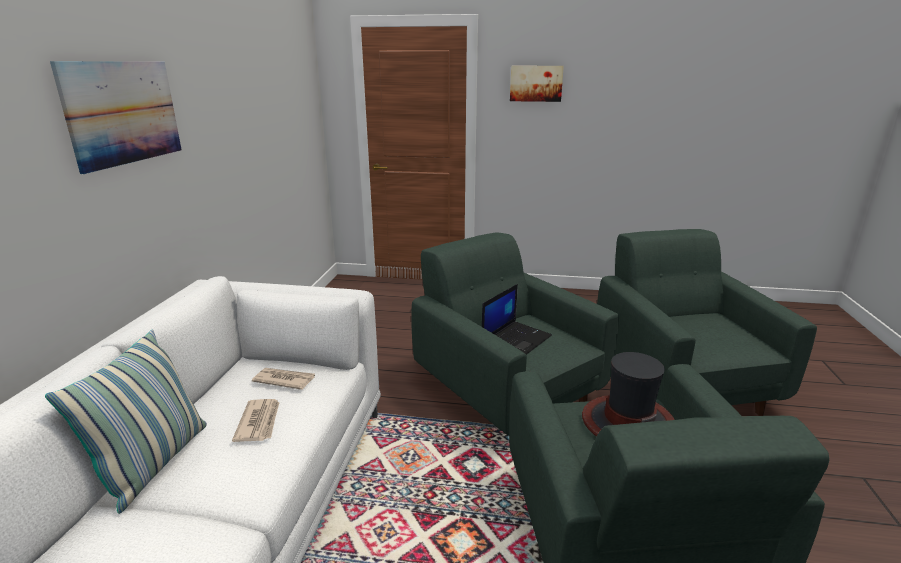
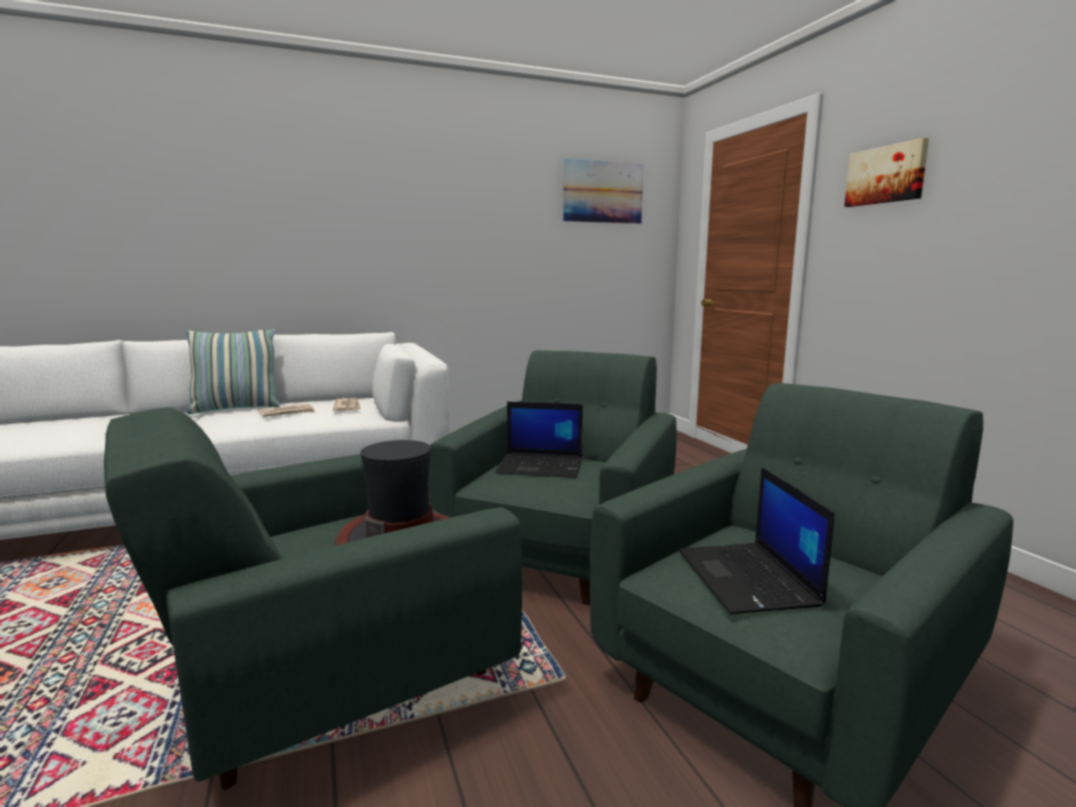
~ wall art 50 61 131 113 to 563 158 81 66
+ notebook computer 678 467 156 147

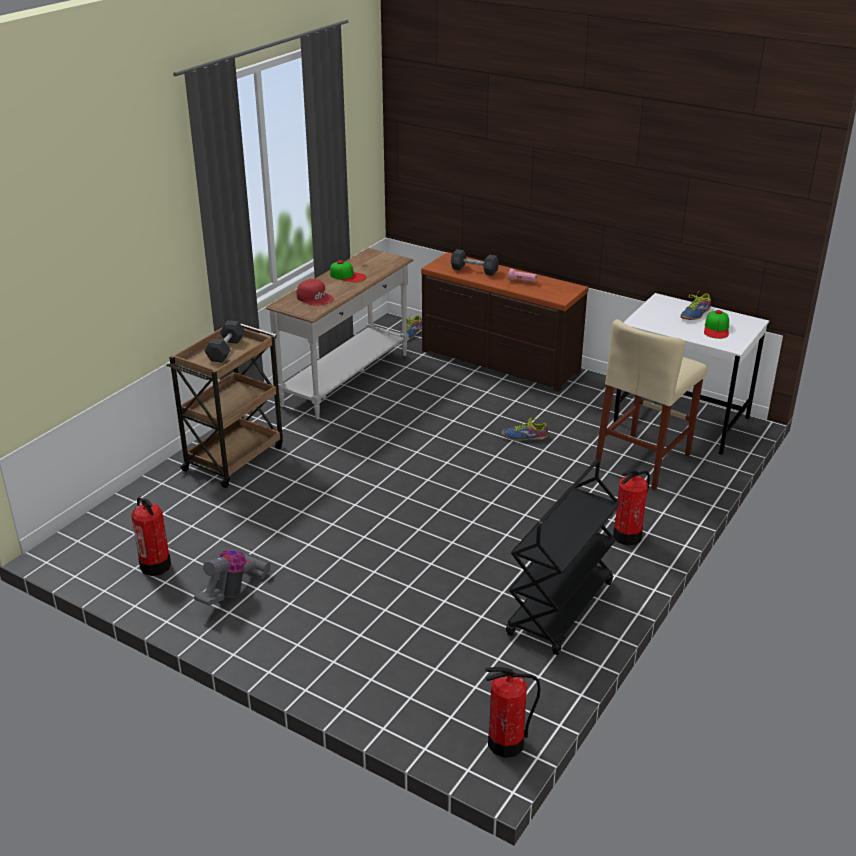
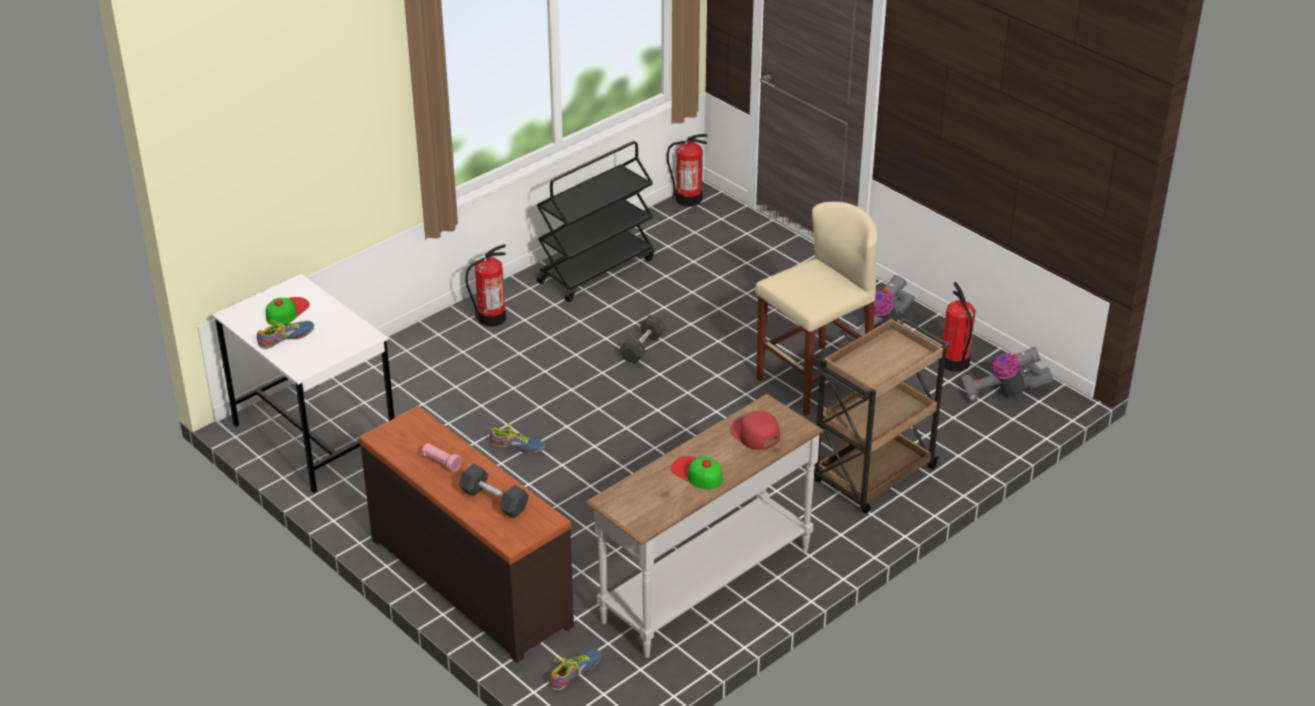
~ hand weight in grey 204 320 41 43 to 619 315 47 49
~ stool in beige-coloured 594 319 113 171 to 755 202 123 214
+ vacuum 961 347 93 54

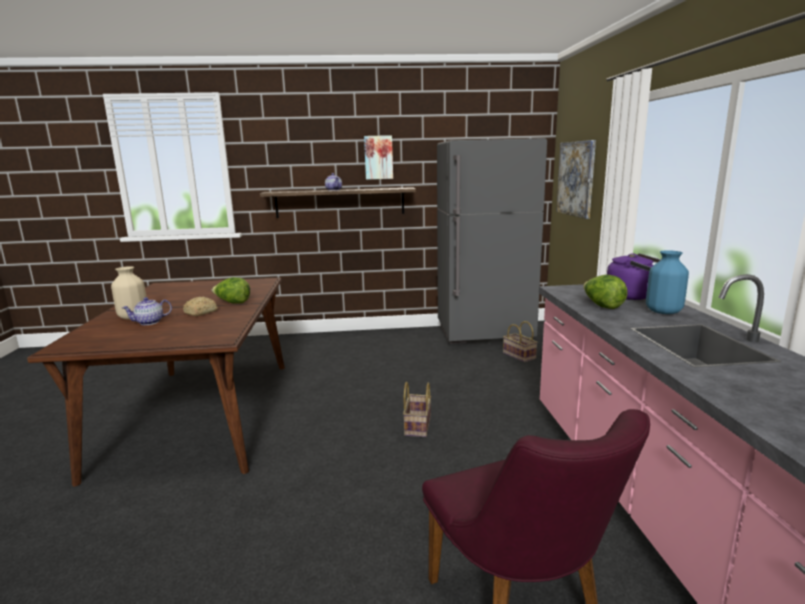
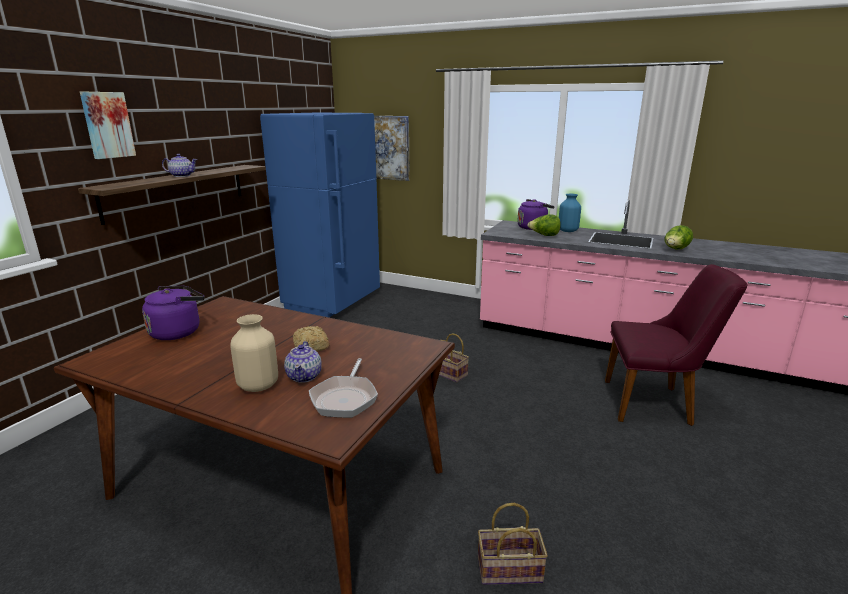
~ wall art 364 135 29 45 to 80 92 56 67
+ water kettle in purple 142 286 63 54
~ fridge in grey 437 138 110 206 to fridge in blue 260 113 120 204
+ pan 309 358 69 60
~ basket 503 321 34 41 to 478 503 70 82
~ lettuce head 212 277 38 27 to 665 225 28 24

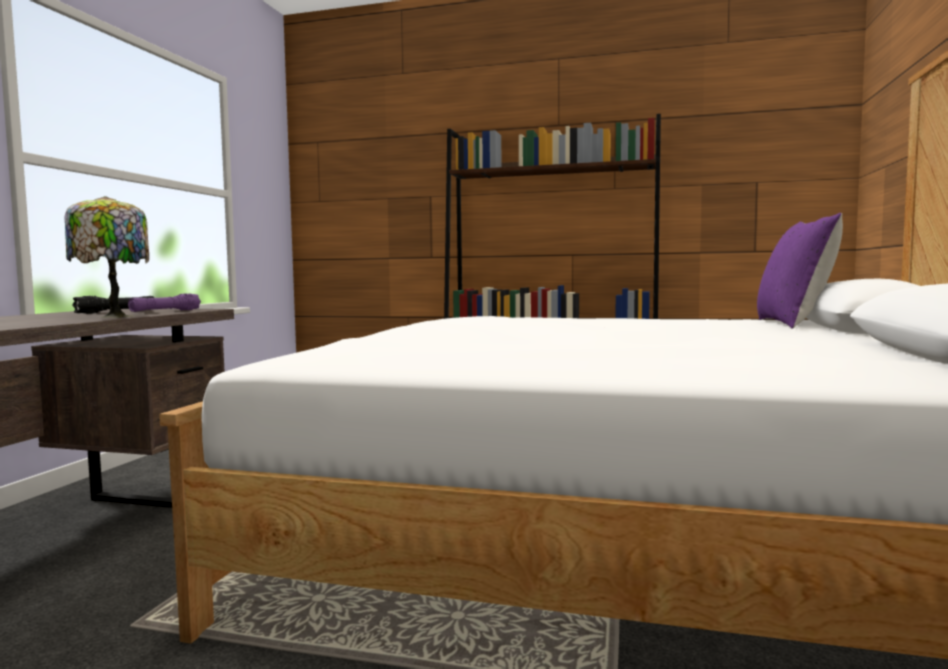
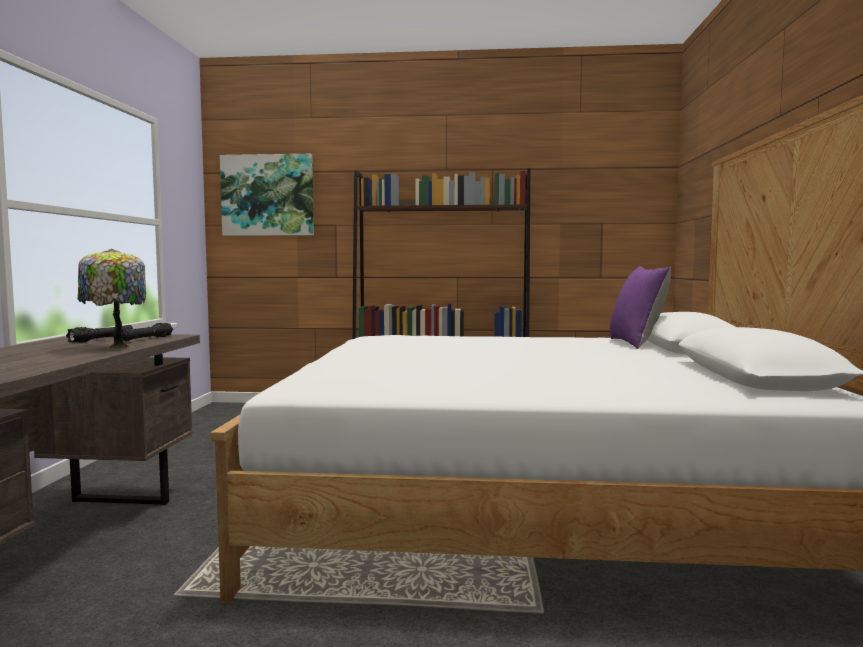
~ hand torch in purple 128 294 73 18 to hand torch in black 121 323 52 18
+ wall art 220 154 94 82

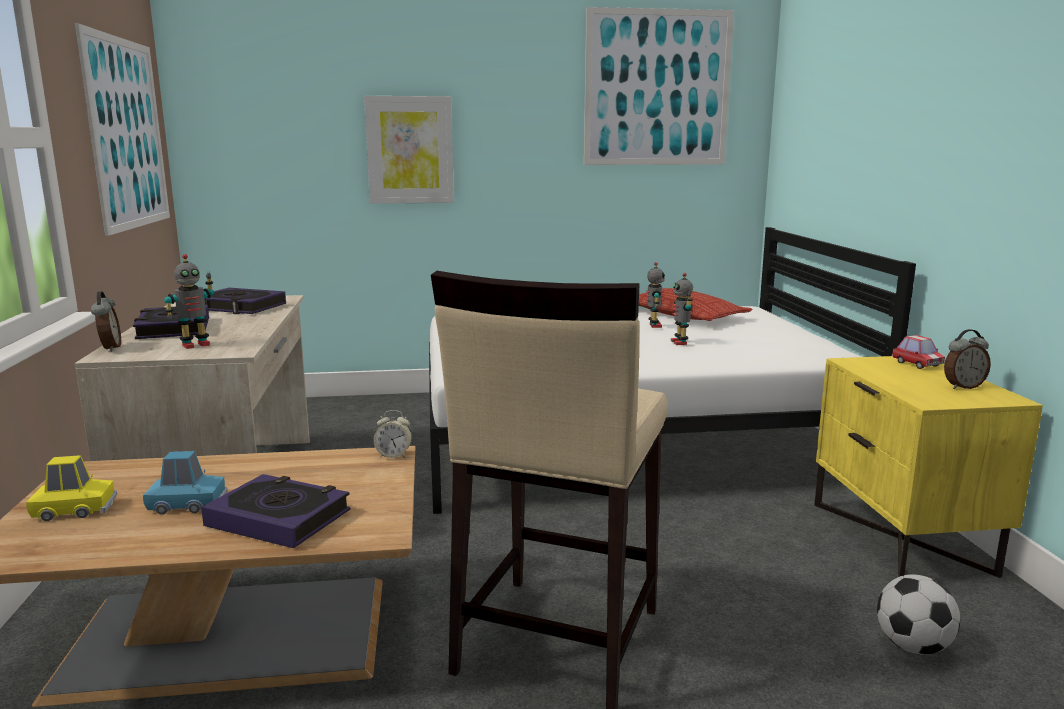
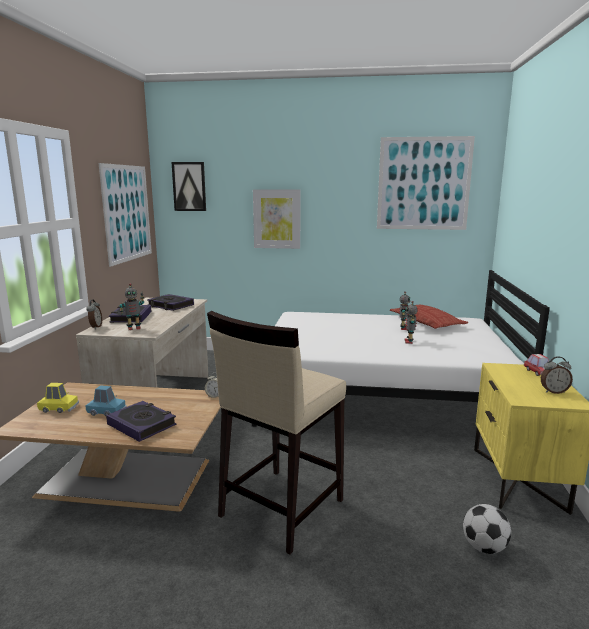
+ wall art 171 162 35 49

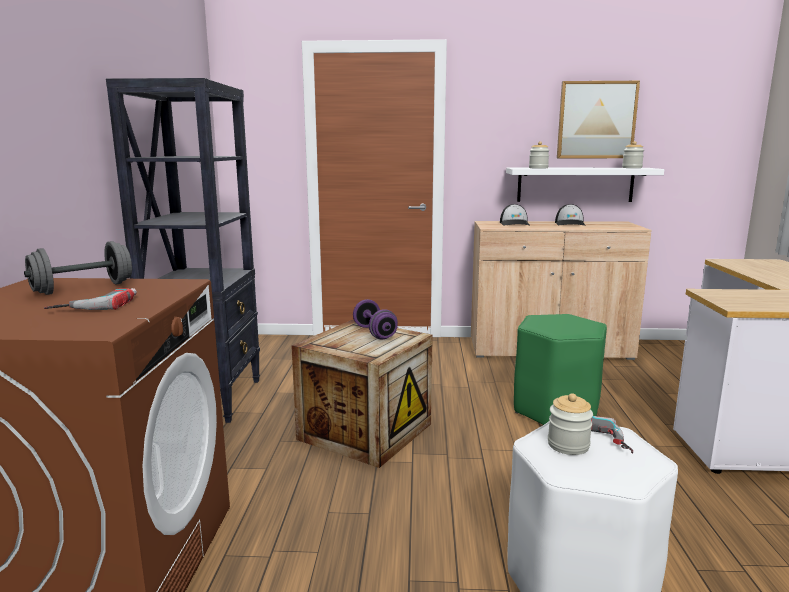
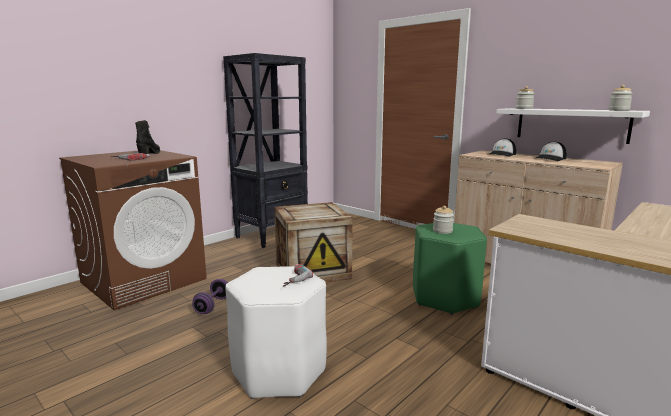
~ hand weight in grey 24 241 108 54 to tall boot in black 135 120 25 34
~ hand weight in purple 353 299 45 40 to 192 279 36 35
~ storage jar 548 393 45 62 to 433 205 21 29
- wall art 557 81 83 77

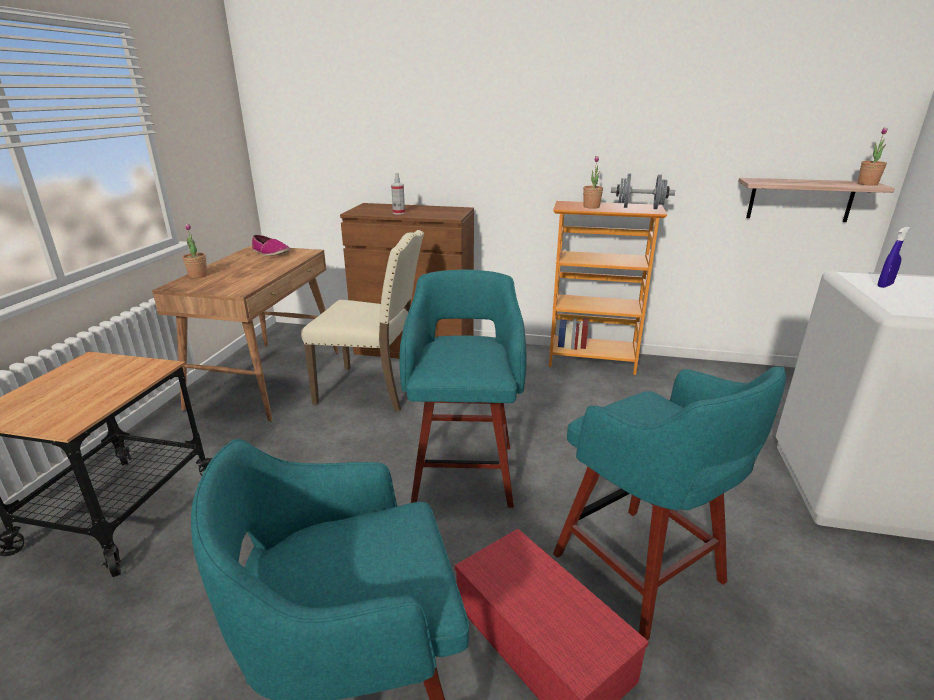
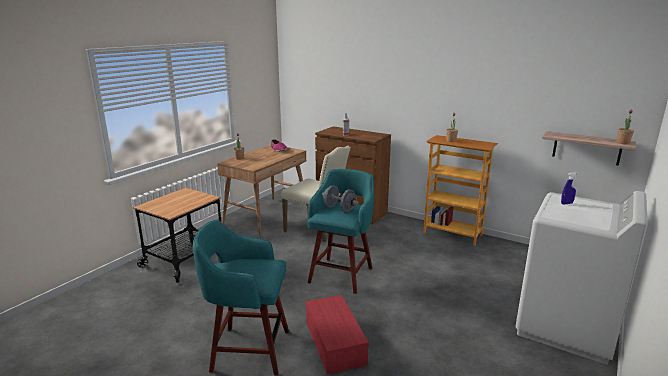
~ hand weight in grey 611 173 64 36 to 322 185 36 27
- stool in turquoise 553 366 233 274

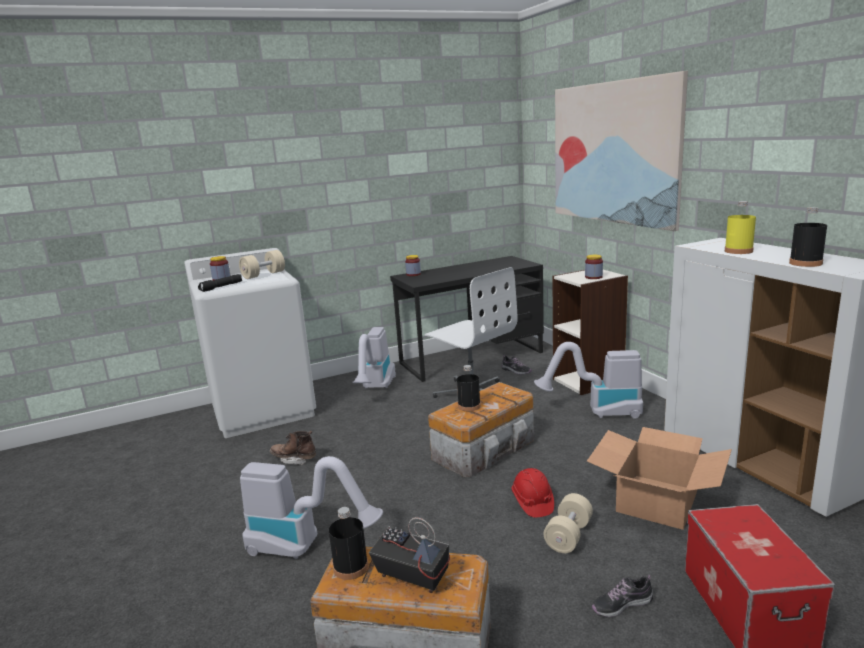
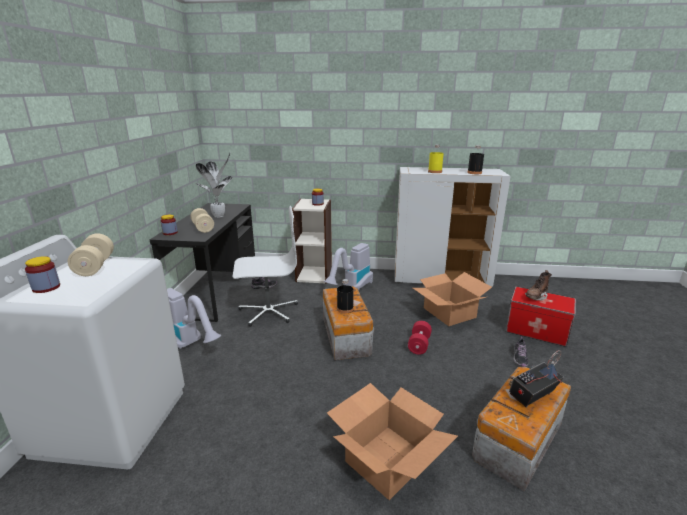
~ hand weight in beige-coloured 544 493 49 60 to 190 208 24 25
+ plant in a pot 195 153 38 65
~ vacuum 240 456 143 103 to packing box 327 383 131 117
~ work helmet in red 512 468 42 50 to hand weight in red 408 321 24 34
~ tall boot in brown 270 431 46 34 to 525 270 27 31
- hand torch in black 198 274 44 18
- beverage bottle in black 329 507 39 73
- wall art 555 71 133 160

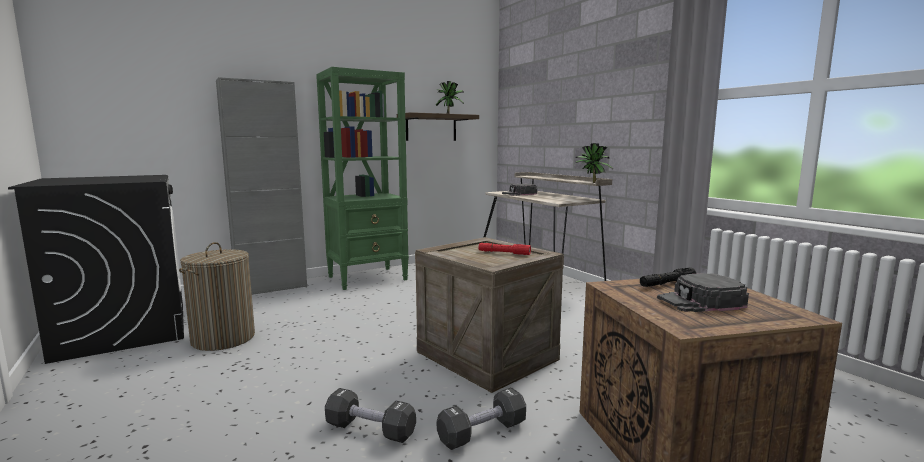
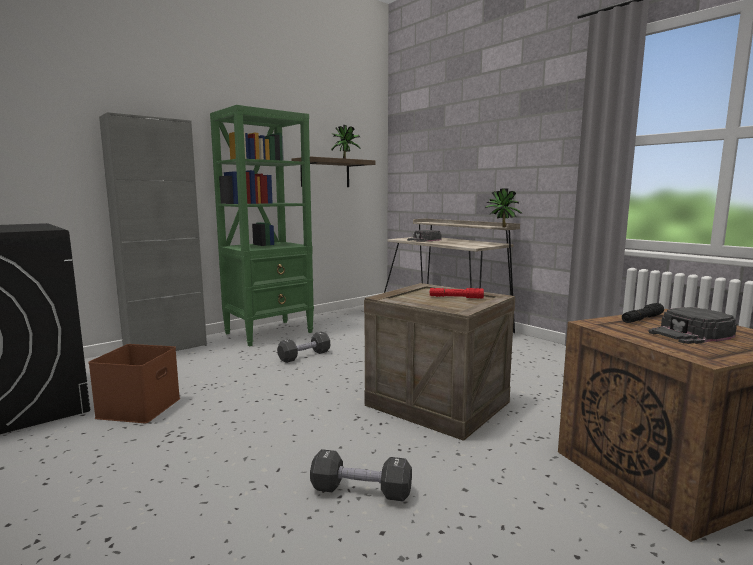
~ hamper 179 242 76 109 to storage box in brown 88 344 92 79
~ hand weight in black 437 387 89 63 to 277 332 53 31

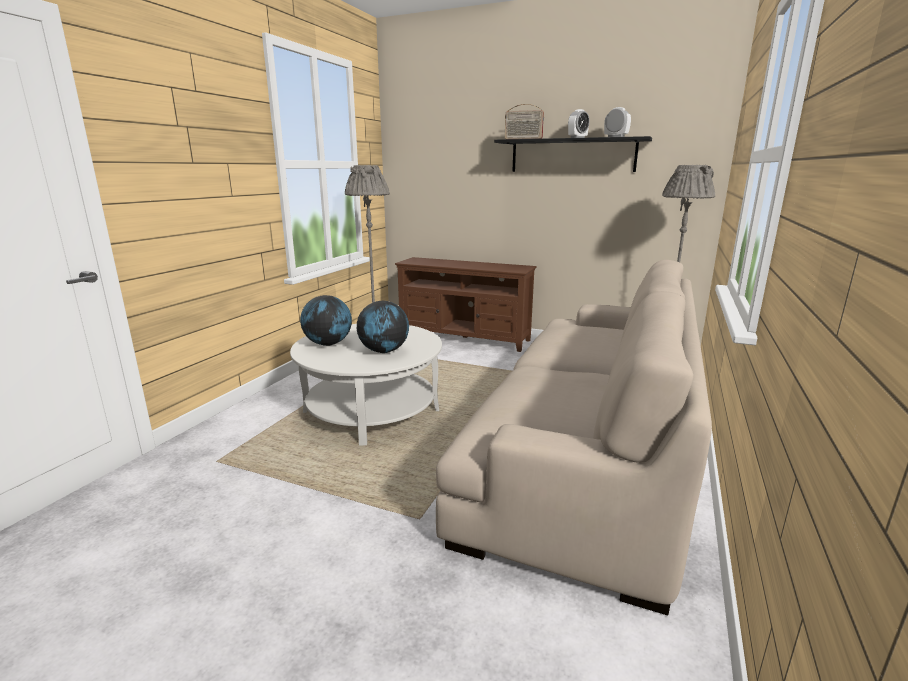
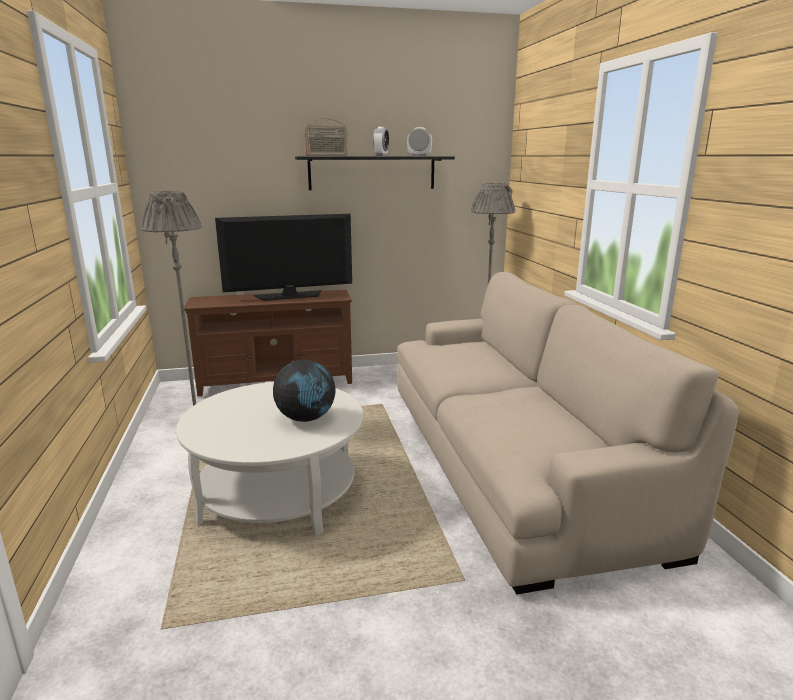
+ television 215 214 137 87
- desk globe 300 295 52 51

